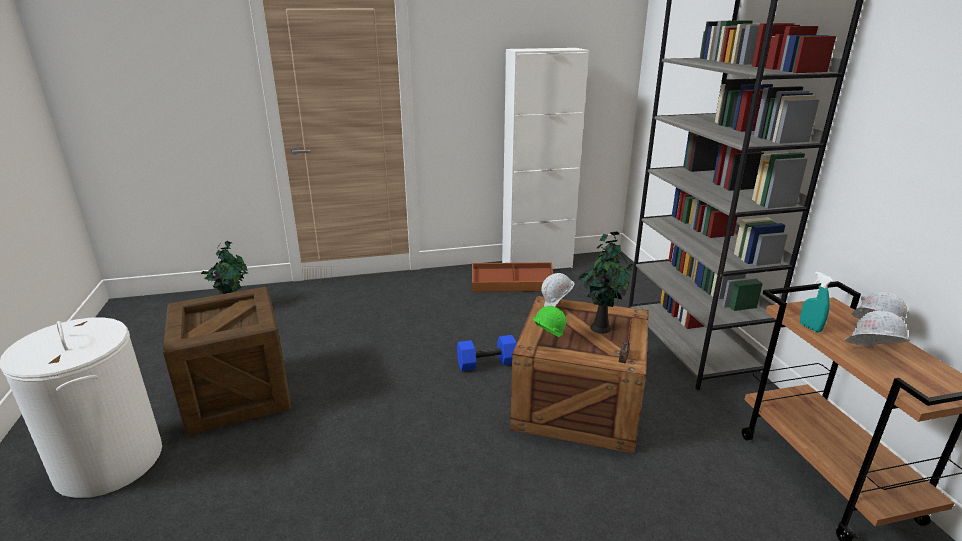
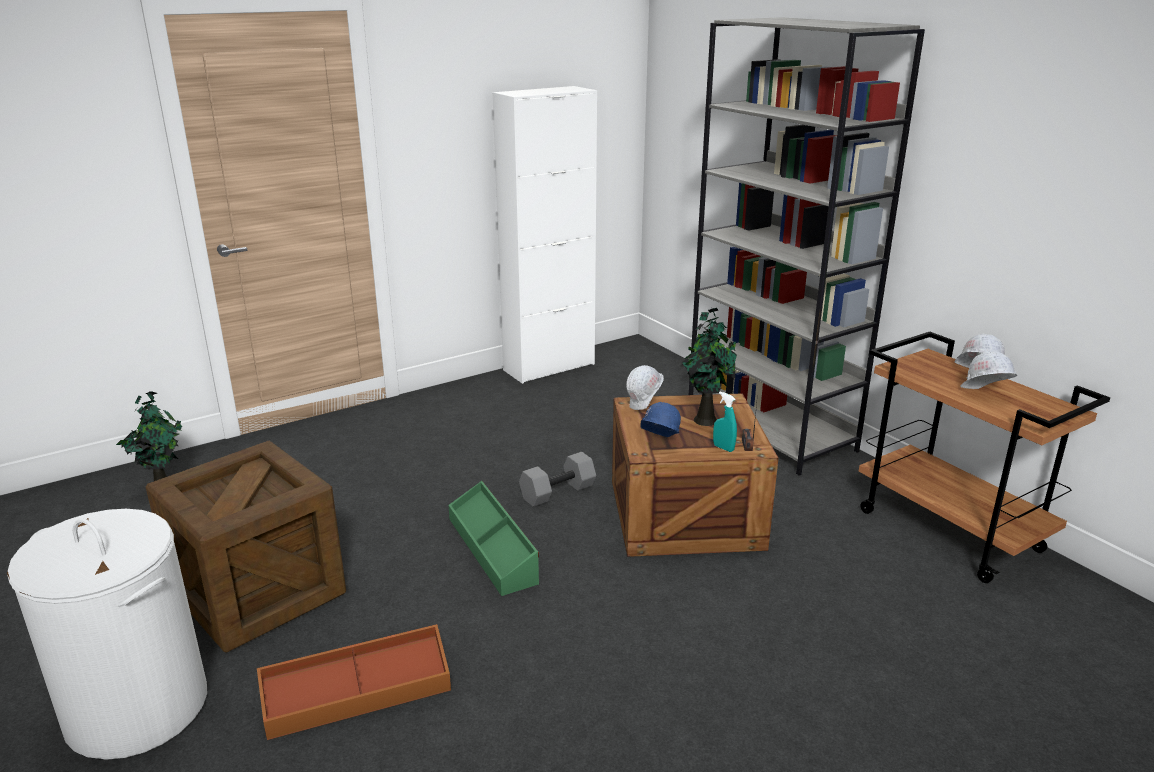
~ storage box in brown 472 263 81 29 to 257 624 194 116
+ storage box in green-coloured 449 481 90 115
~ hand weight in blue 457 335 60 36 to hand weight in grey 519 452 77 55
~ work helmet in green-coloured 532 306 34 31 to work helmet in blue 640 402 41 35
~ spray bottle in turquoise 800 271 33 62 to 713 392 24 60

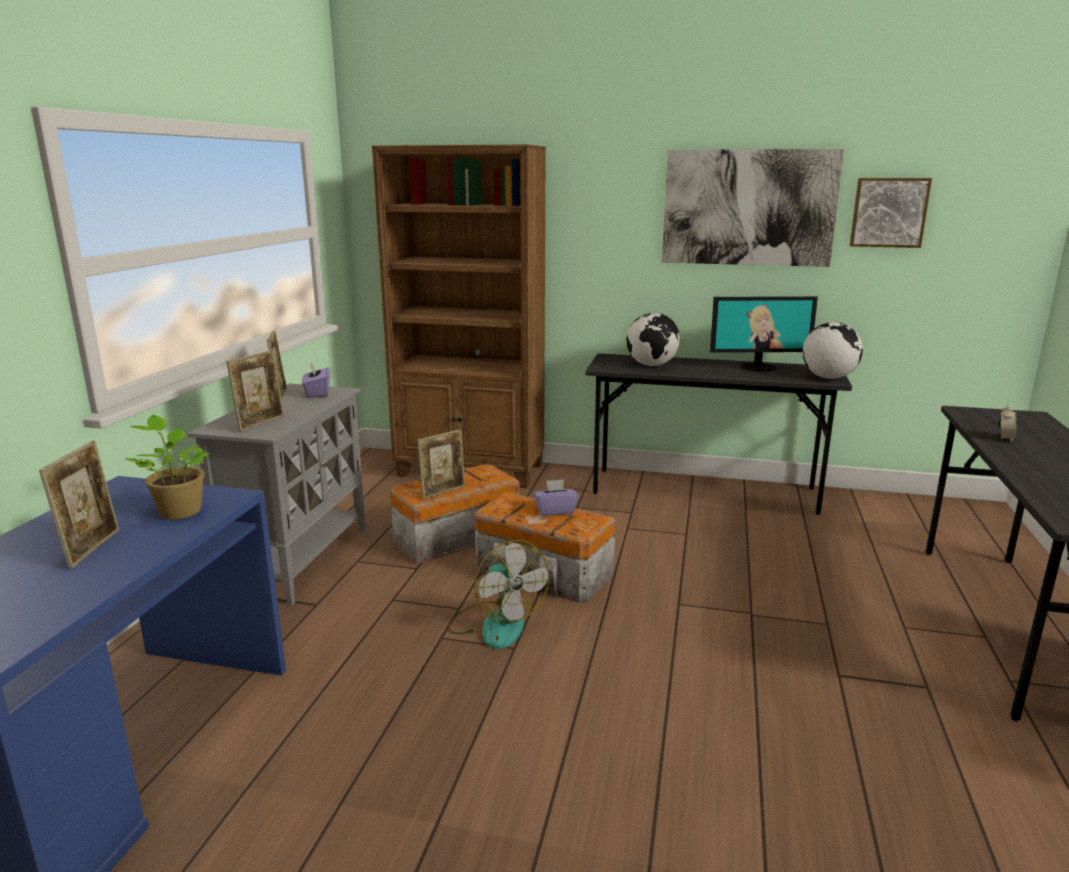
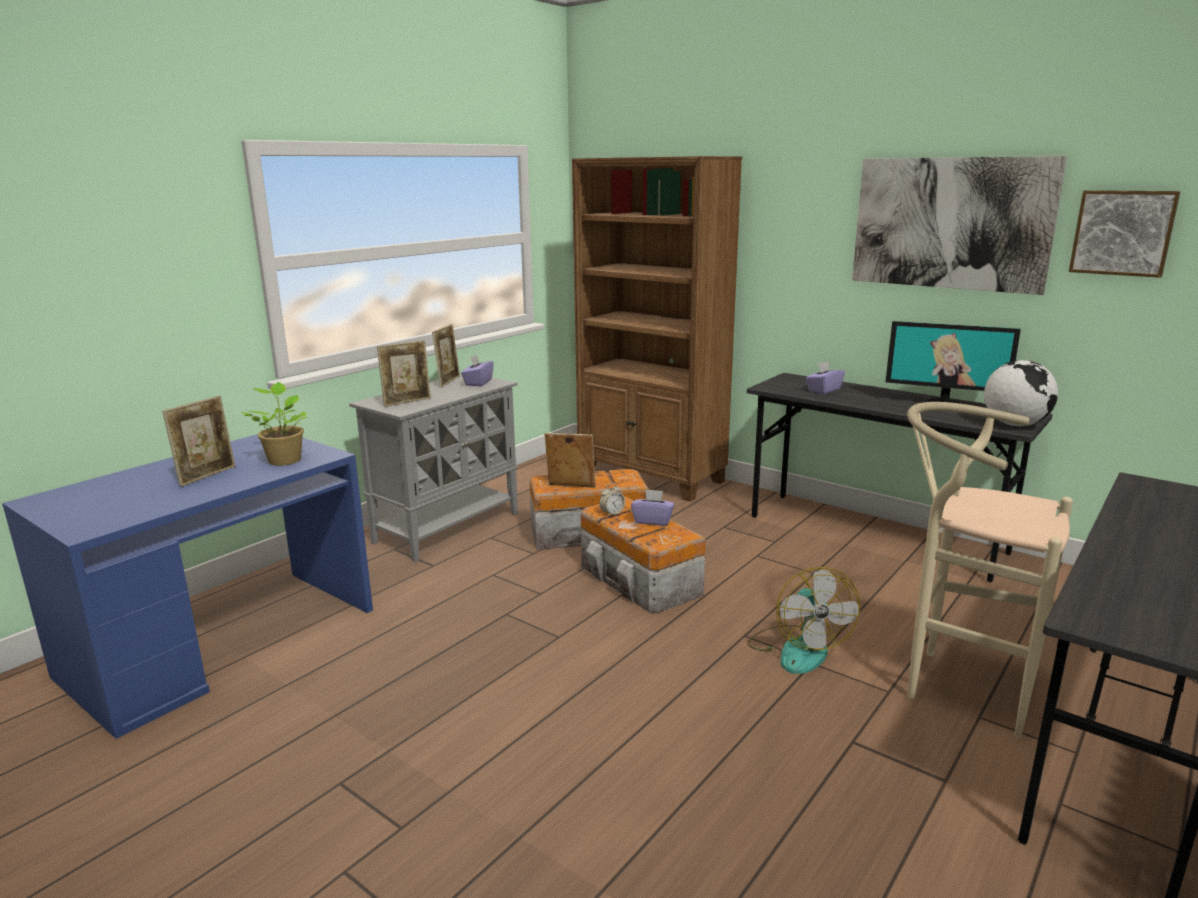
~ standing frame 418 429 47 70 = 545 433 50 55 150 degrees counterclockwise
~ bedside clock 998 403 18 39 to 600 483 25 34
~ fan 447 540 103 109 to 747 567 113 107
~ desk globe 626 313 54 53 to tissue holder in purple 806 361 39 33
+ stool in beige-coloured 907 402 166 337

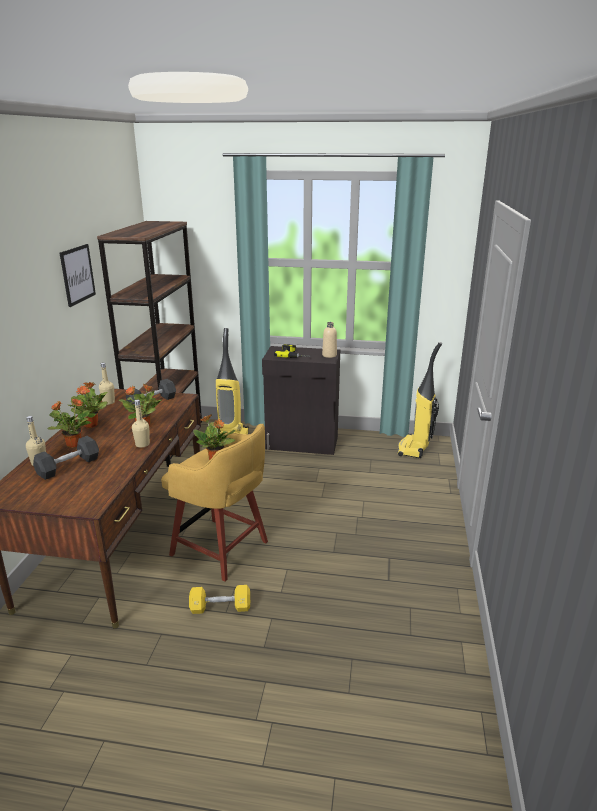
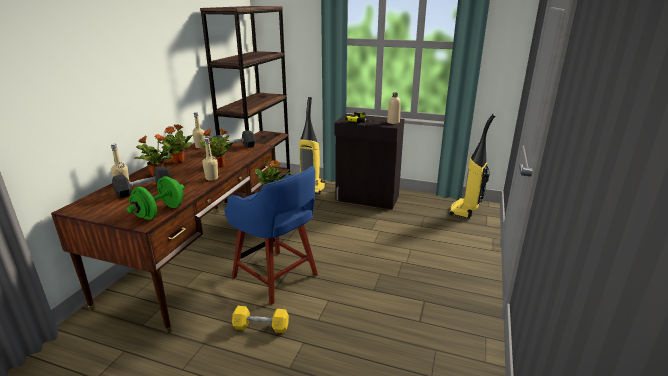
+ hand weight in green-coloured 127 176 57 44
~ stool in yellow-coloured 161 424 107 158 to stool in blue 224 166 94 139
- wall art 60 244 36 63

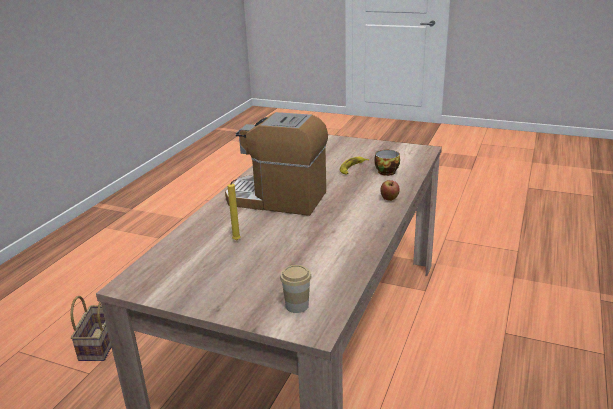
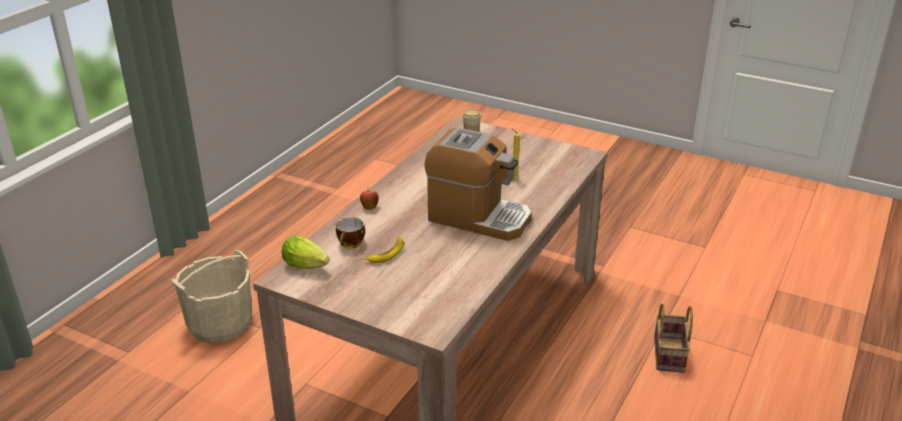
+ water bucket in beige-coloured 171 250 81 93
+ lettuce head 282 235 47 34

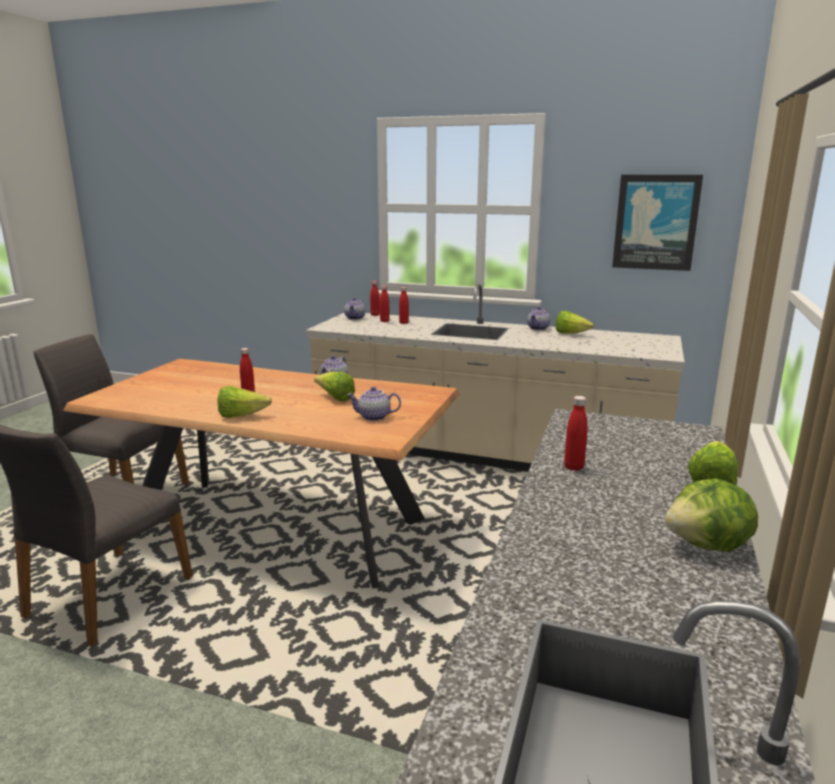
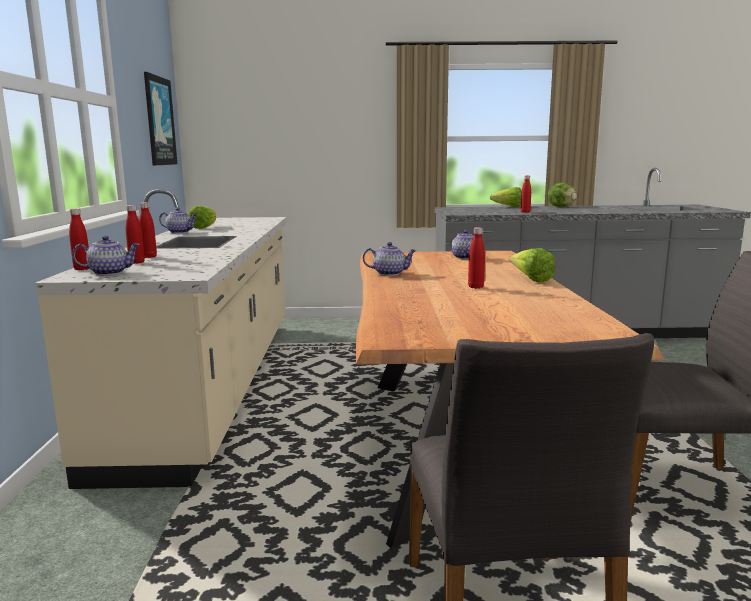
- lettuce head 314 372 41 30

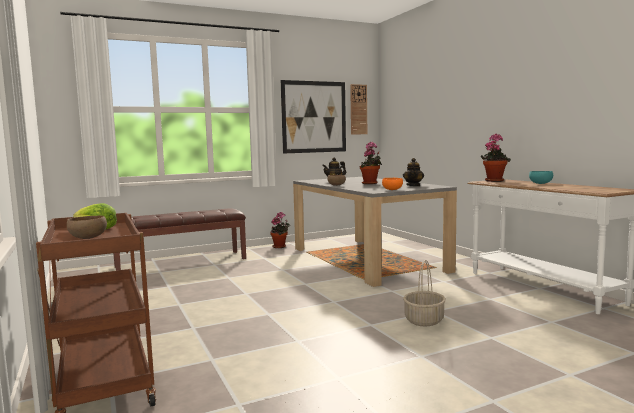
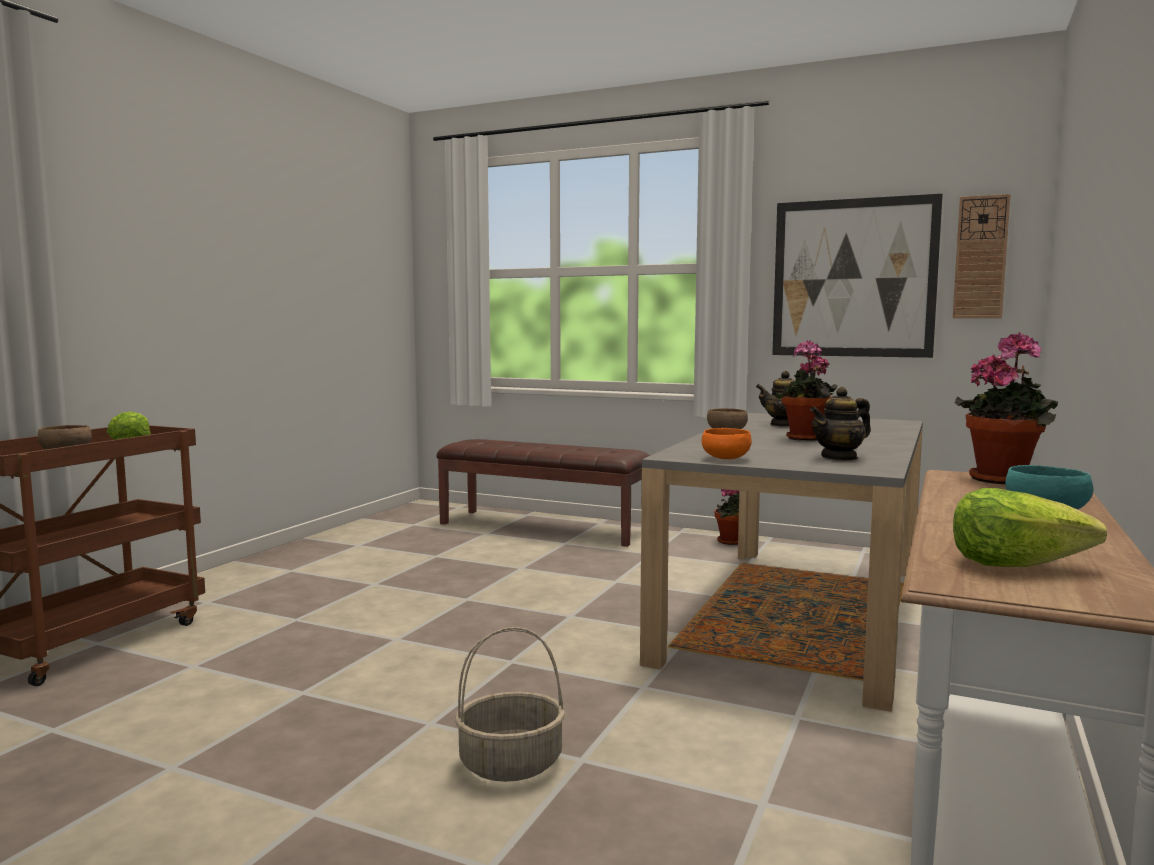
+ lettuce head 953 488 154 79

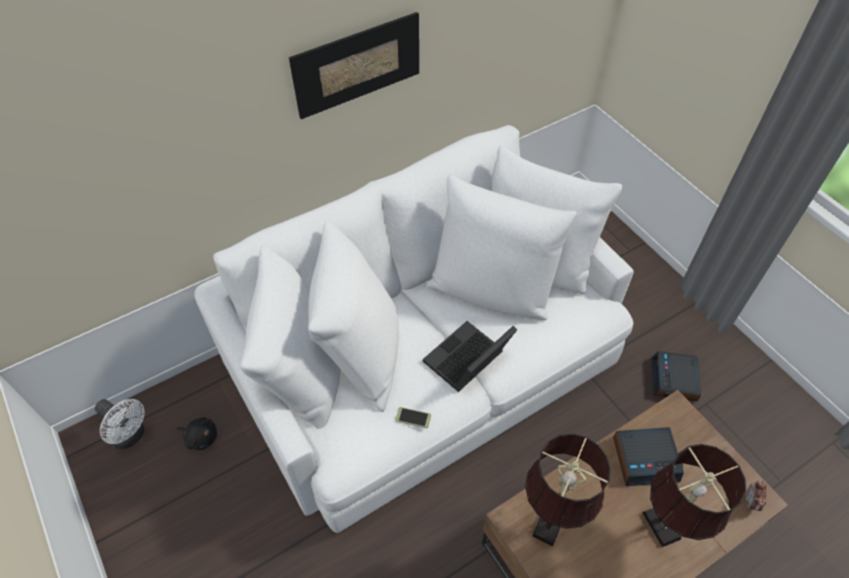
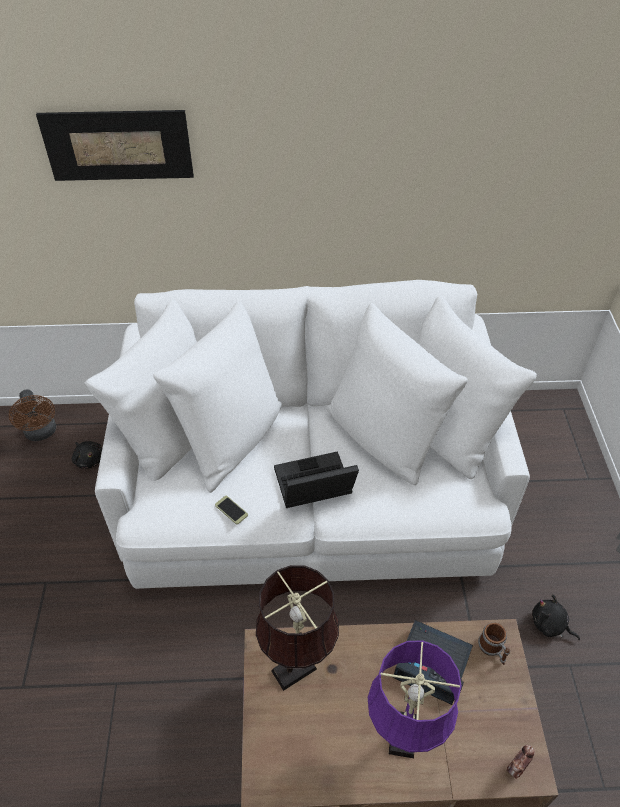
~ fan in whitish 95 399 50 50 to fan in brown 9 389 47 52
~ wall art 289 12 130 107 to 36 110 158 71
~ table lamp in brown 642 444 104 103 to table lamp in purple 368 640 94 118
+ mug 478 623 32 42
~ bedside clock 651 351 50 50 to cuddly toy in black 532 594 48 46

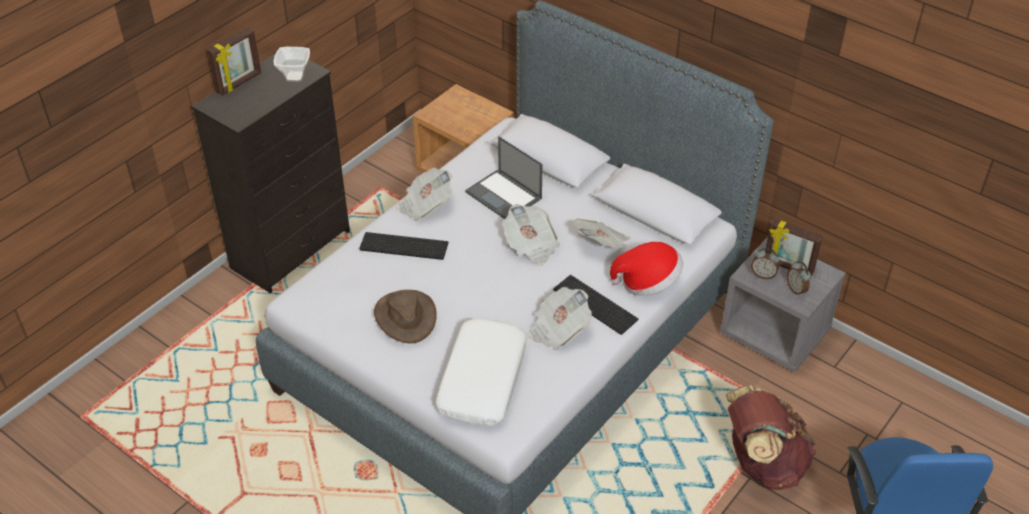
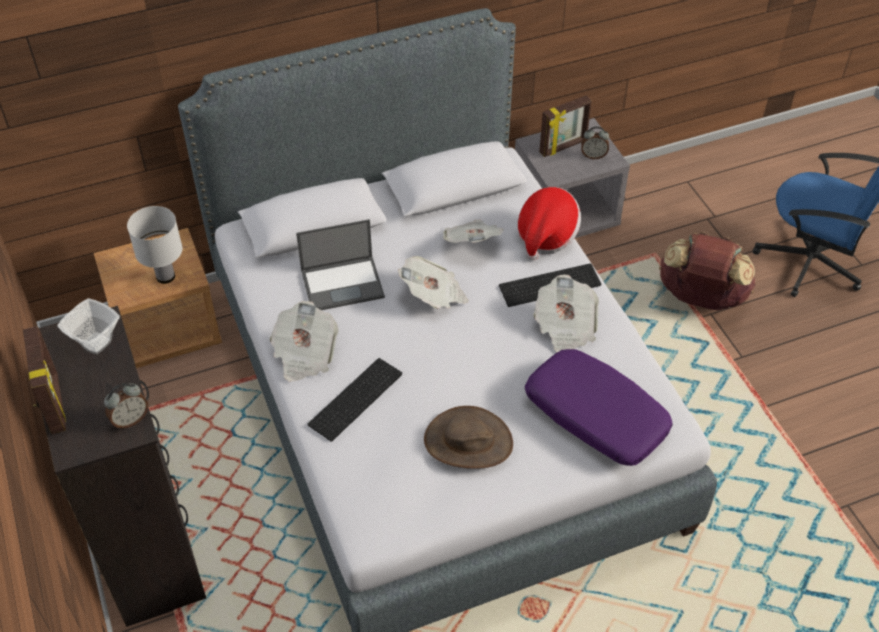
~ bedside clock 751 248 29 31 to 104 383 44 46
+ table lamp in whitish 127 206 56 78
~ cushion in whitish 435 318 92 108 to cushion in purple 525 349 148 117

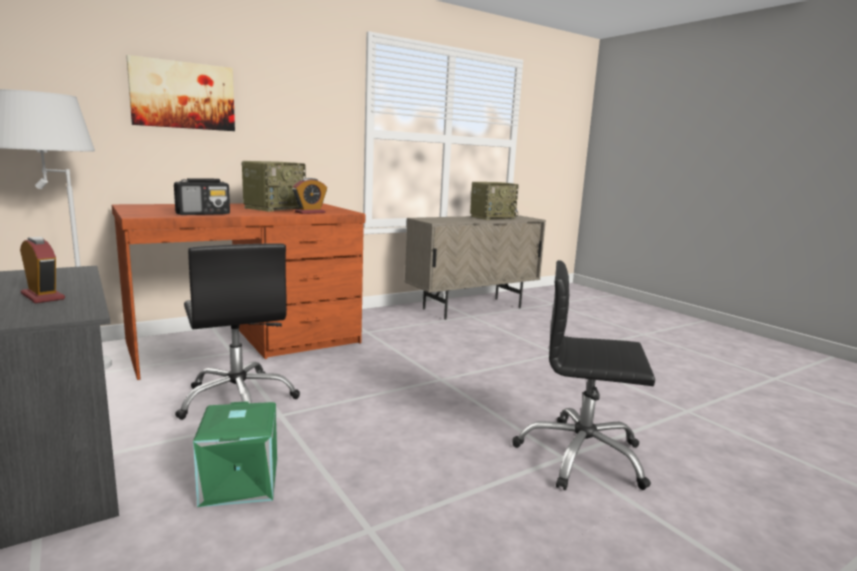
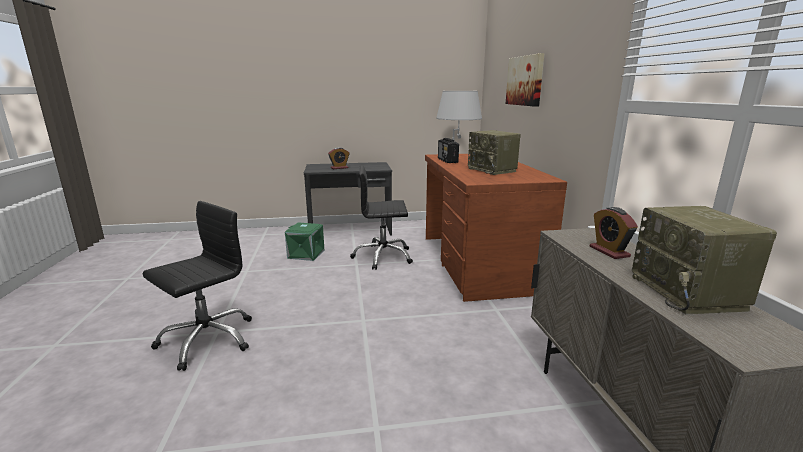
~ bedside clock 293 178 34 36 to 590 207 48 52

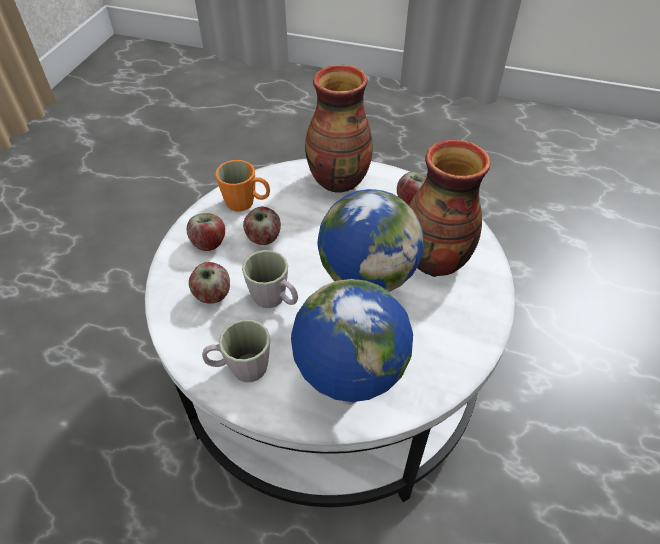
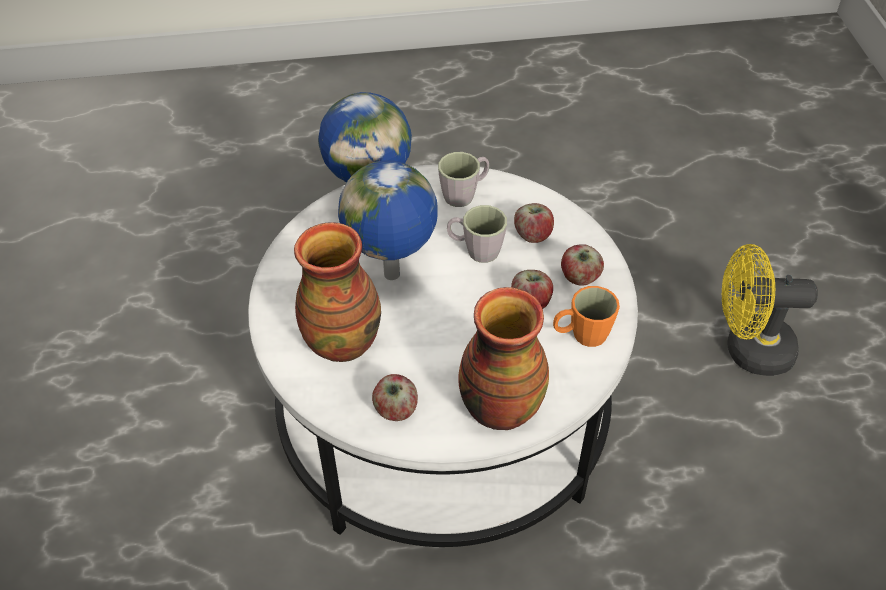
+ fan in yellow-coloured 722 244 96 132

